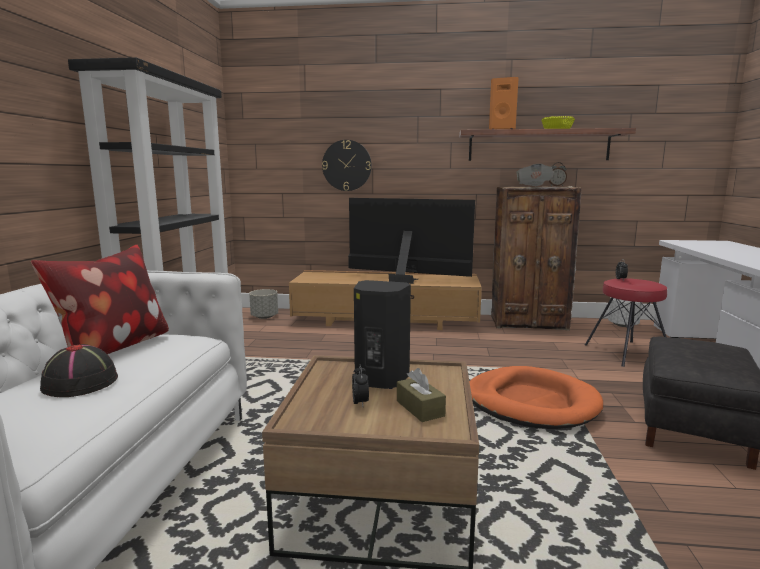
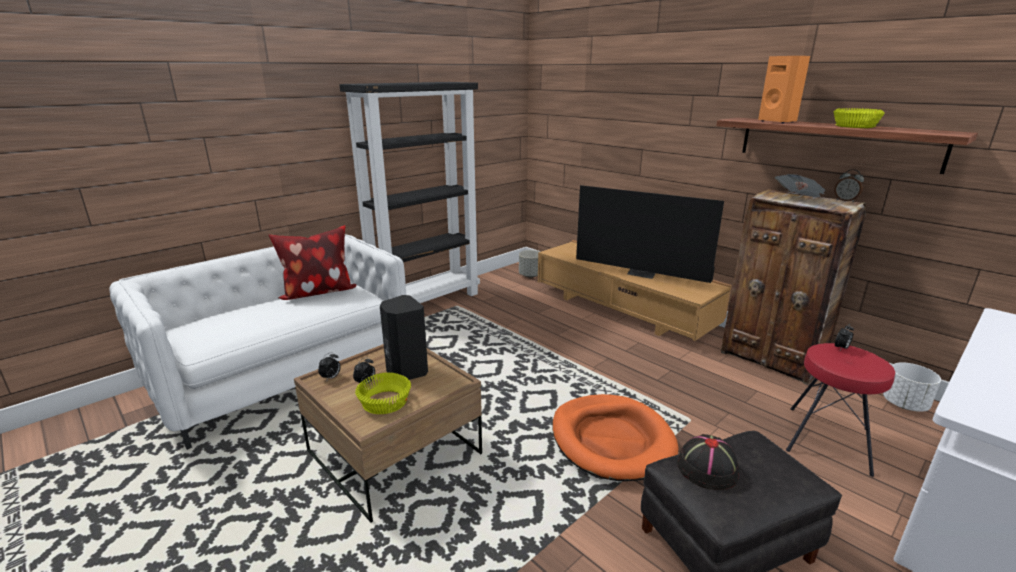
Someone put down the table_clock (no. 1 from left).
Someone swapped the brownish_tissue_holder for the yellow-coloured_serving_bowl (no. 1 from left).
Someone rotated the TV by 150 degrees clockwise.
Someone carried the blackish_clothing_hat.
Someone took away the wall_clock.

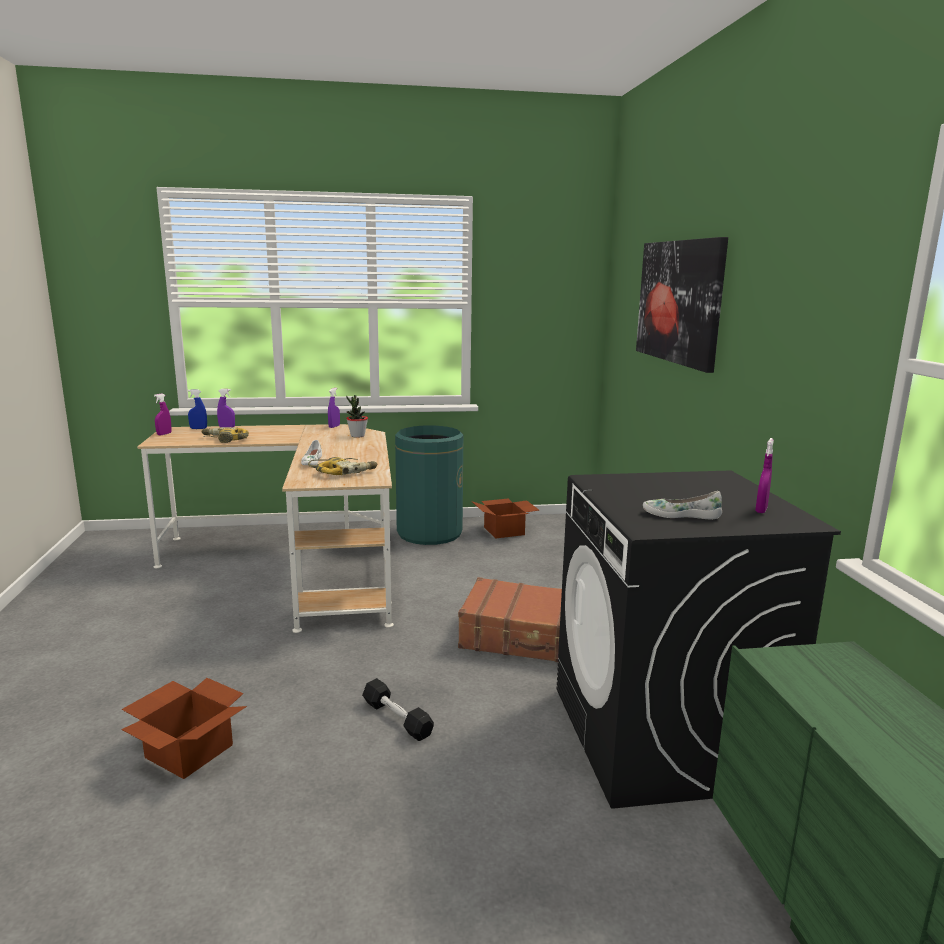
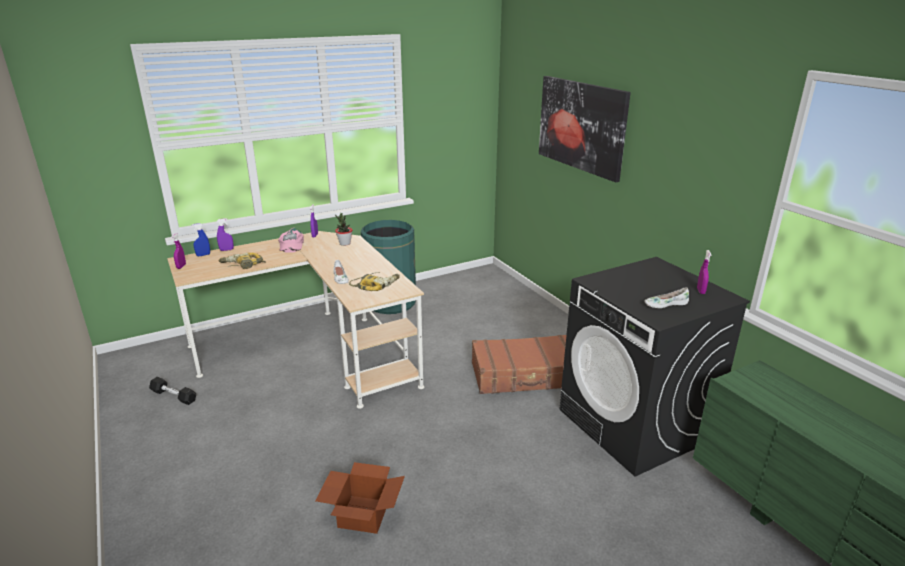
Someone carried the blackish_dumbbell.
Someone put down the pink-coloured_cap.
Someone took away the carton (no. 2 from left).

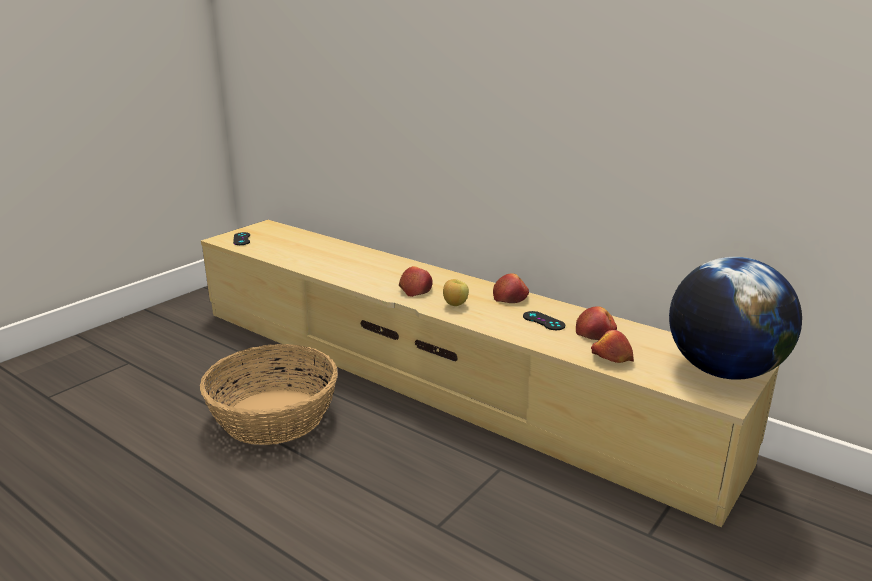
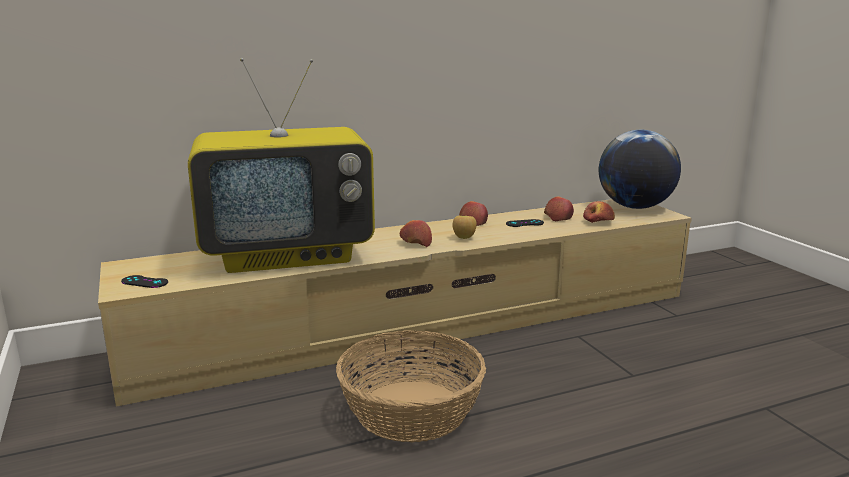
Someone put down the TV.

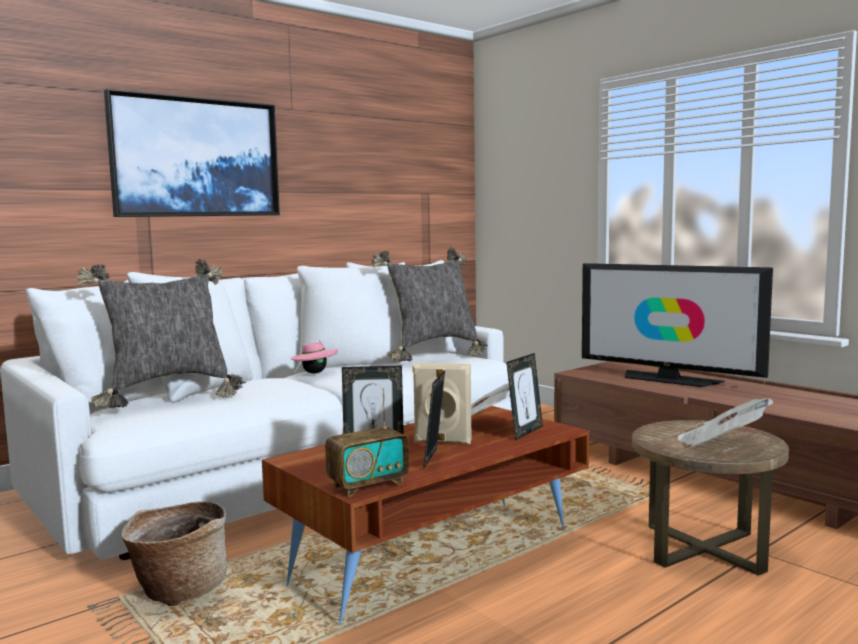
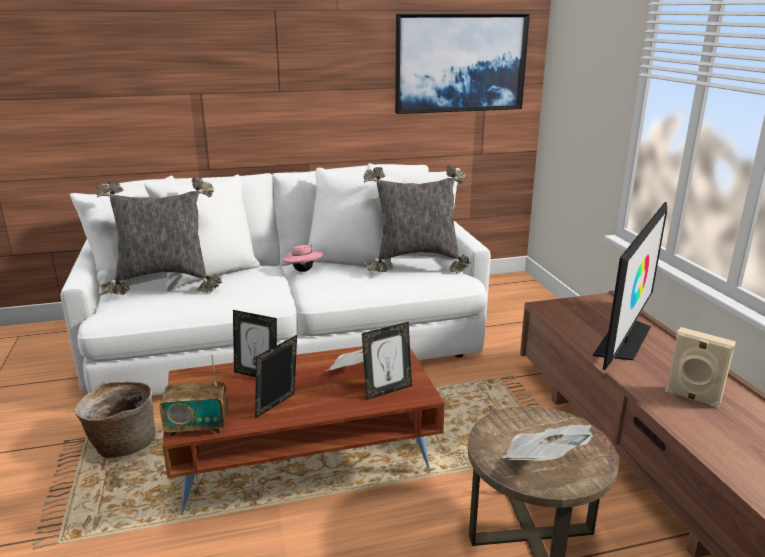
Someone carried the picture.
Someone rotated the TV by 120 degrees counterclockwise.
Someone carried the beige_audio_speaker.

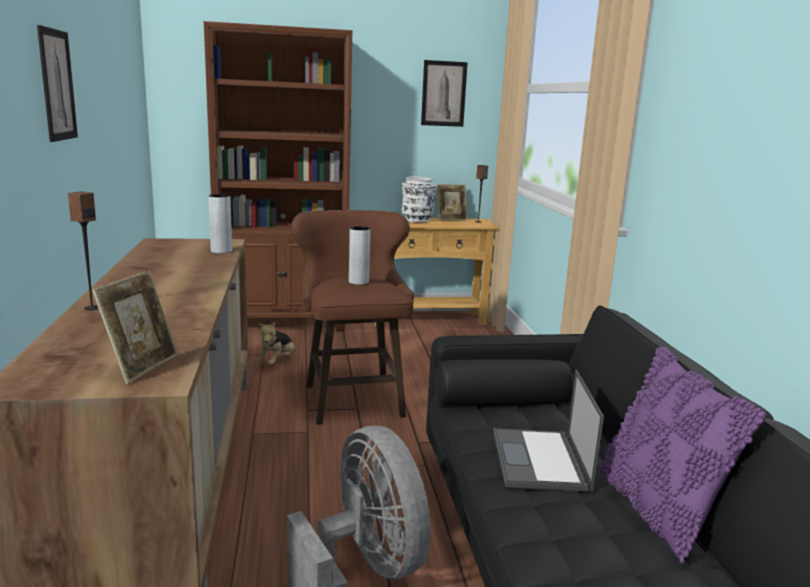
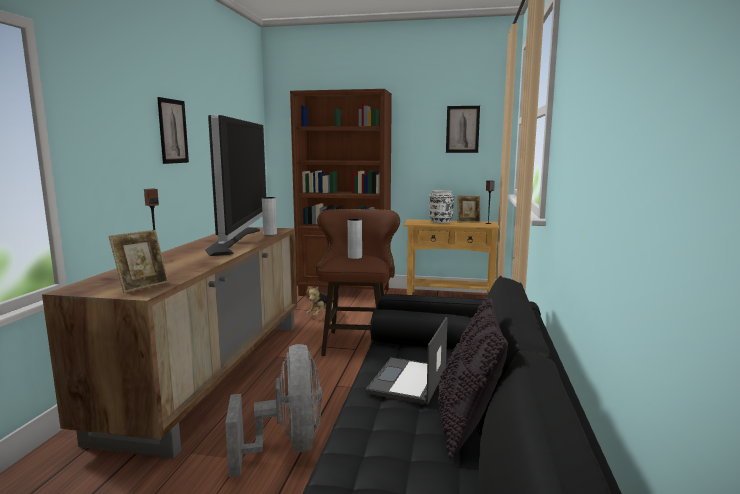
Someone put down the TV.
Someone repainted the purple-coloured_throw_pillow, which became the blackish_throw_pillow.

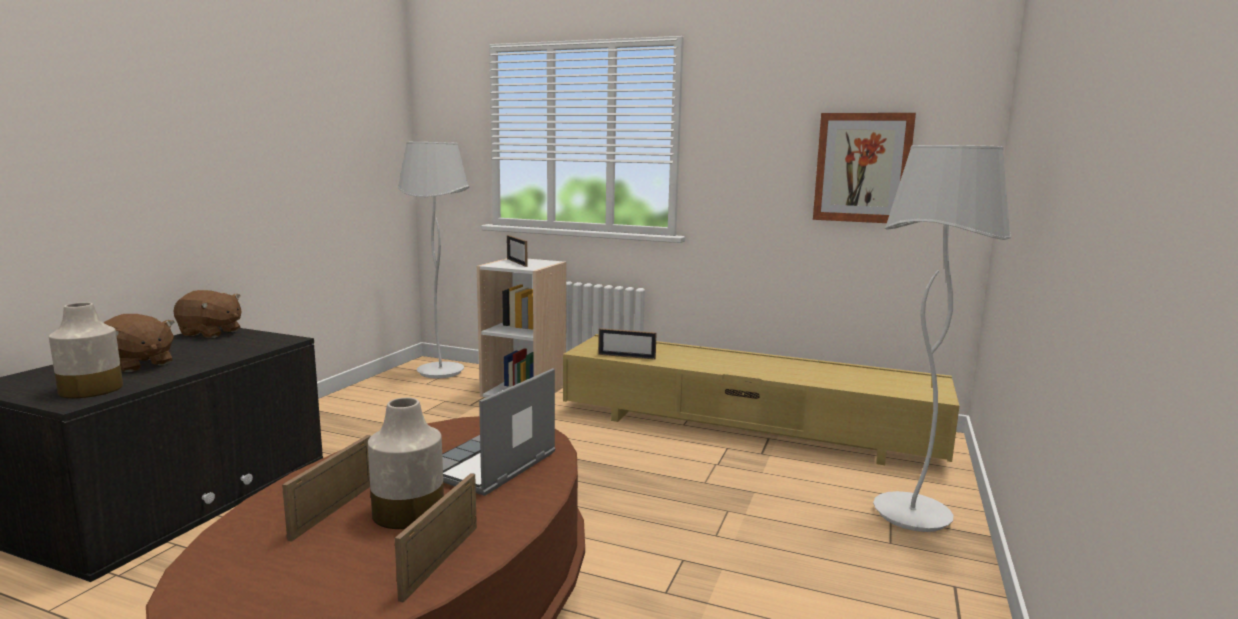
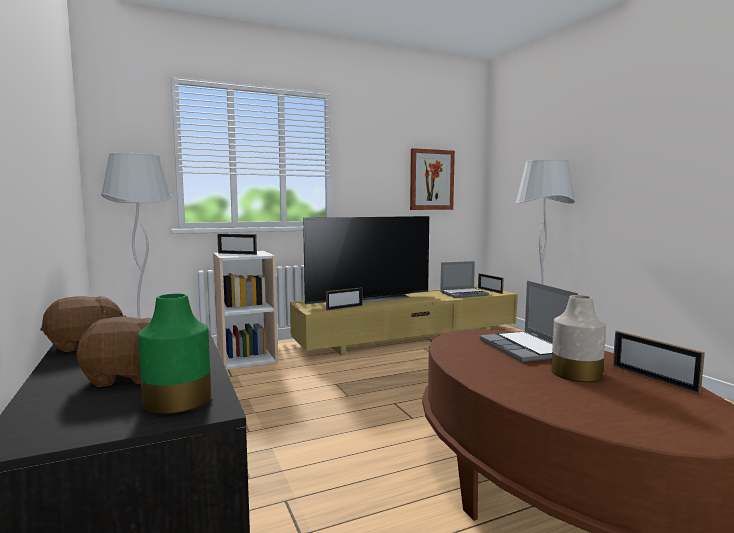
Someone repainted the beige_decorative_vase (no. 1 from left), which became the greenish_decorative_vase.
Someone put down the TV.
Someone put down the notebook_computer (no. 1 from left).
Someone carried the standing_frame (no. 1 from left in the first image).

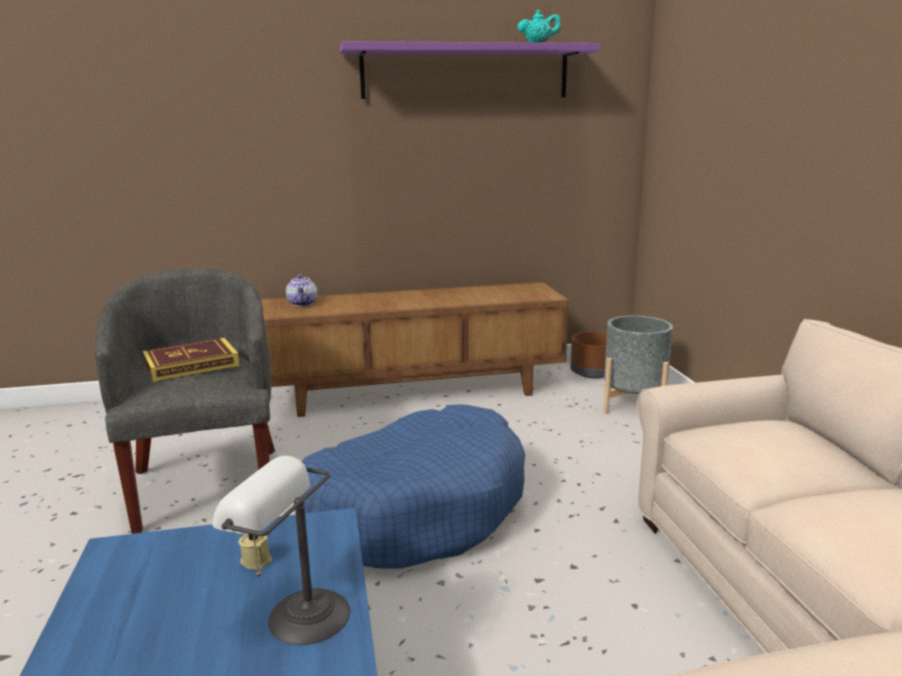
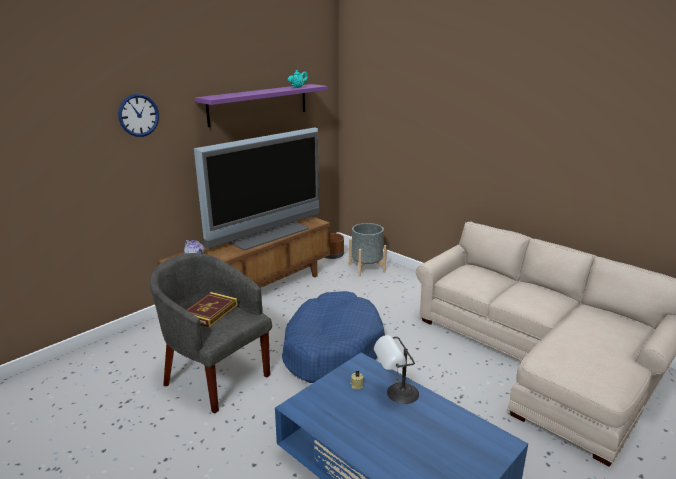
Someone put up the wall_clock.
Someone put down the TV.

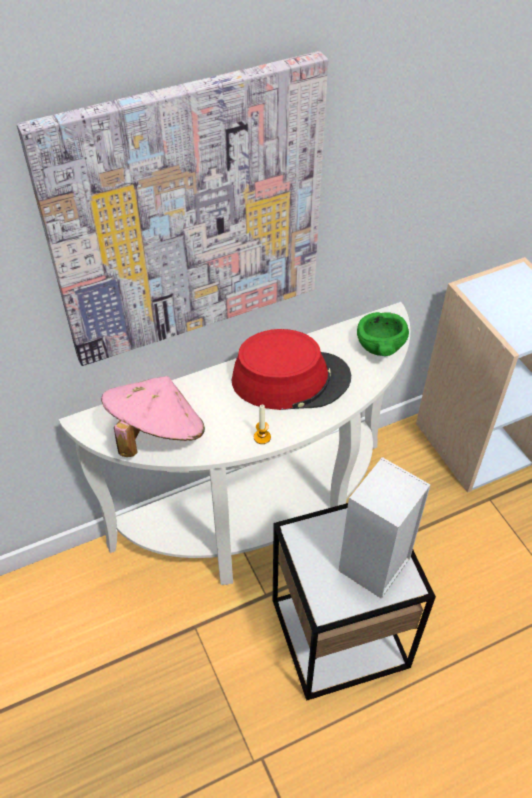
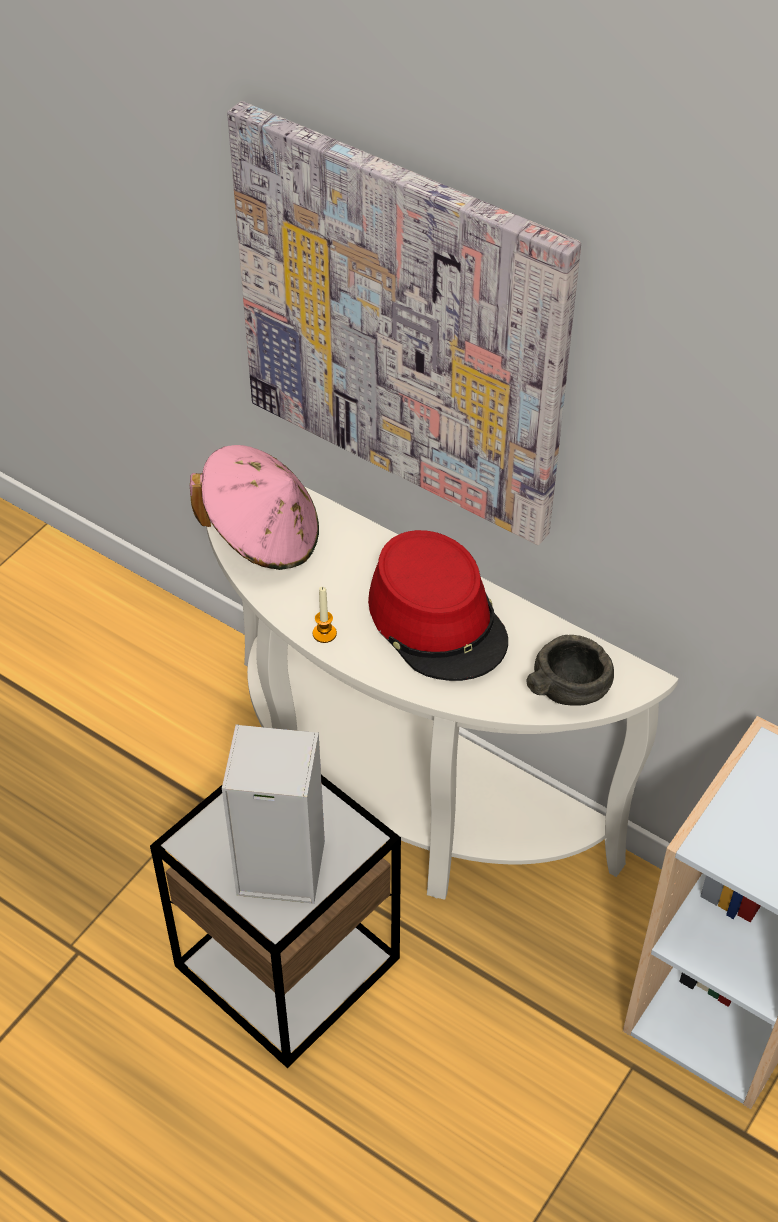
Someone repainted the greenish_serving_bowl, which became the grey_serving_bowl.

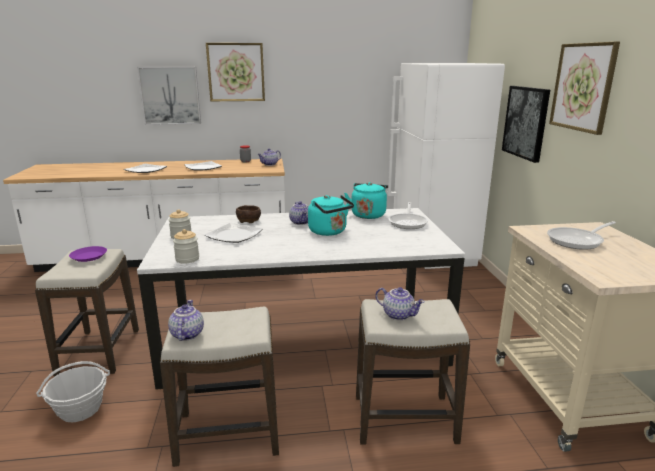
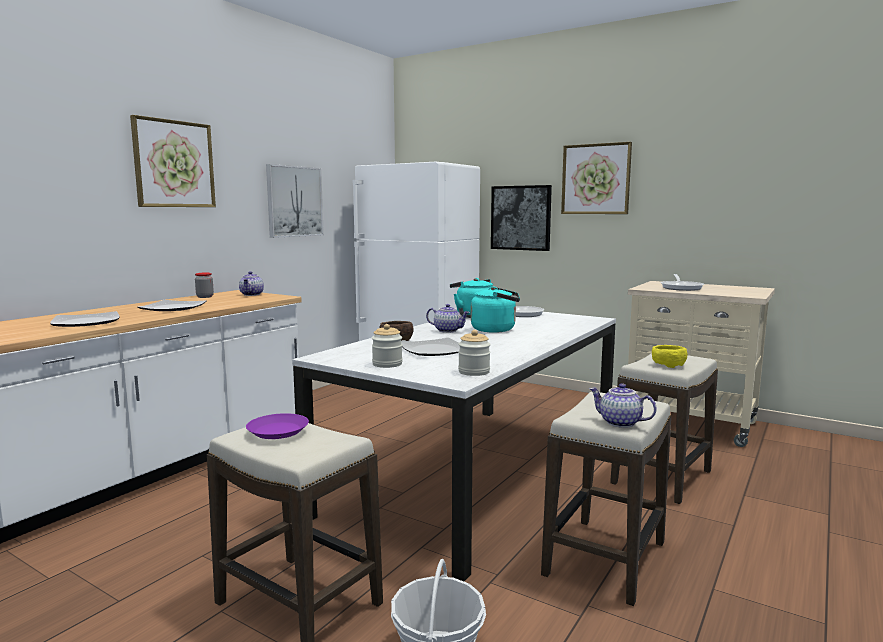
Someone carried the picture (no. 1 from left in the first image).
Someone swapped the pot_for_tea (no. 4 from left) for the yellow-coloured_serving_bowl.

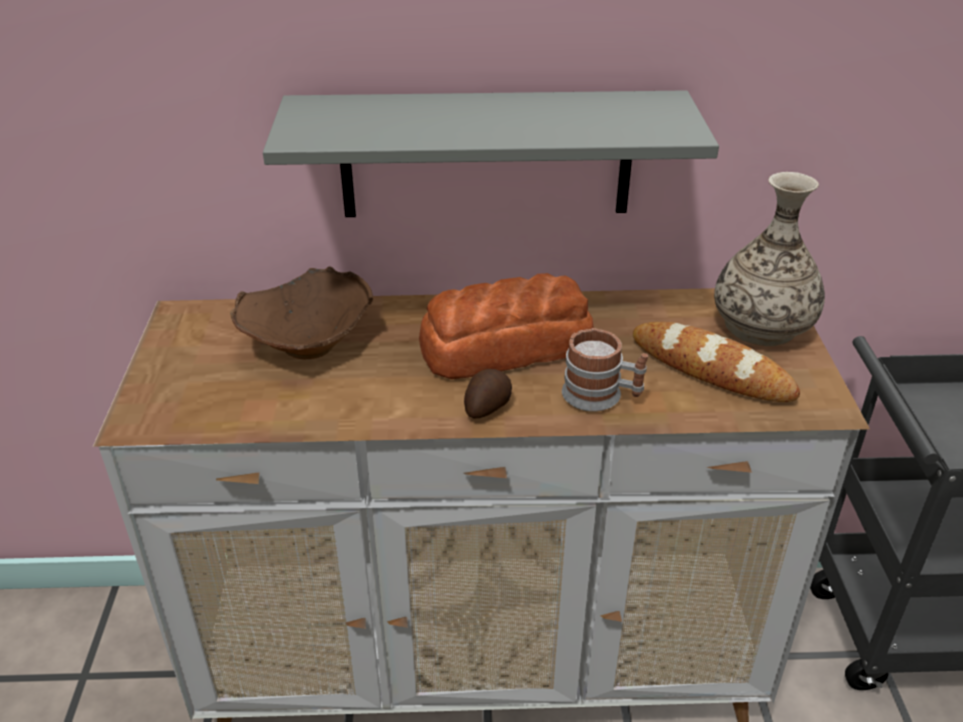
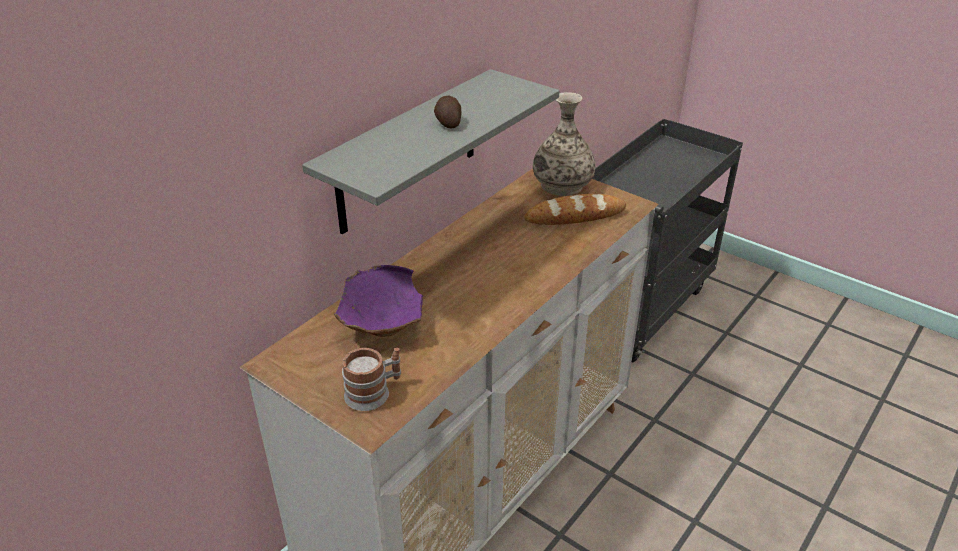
Someone repainted the brownish_serving_bowl, which became the purple-coloured_serving_bowl.
Someone carried the tea_mug.
Someone carried the spud.
Someone took away the bakery_bread (no. 1 from left).

